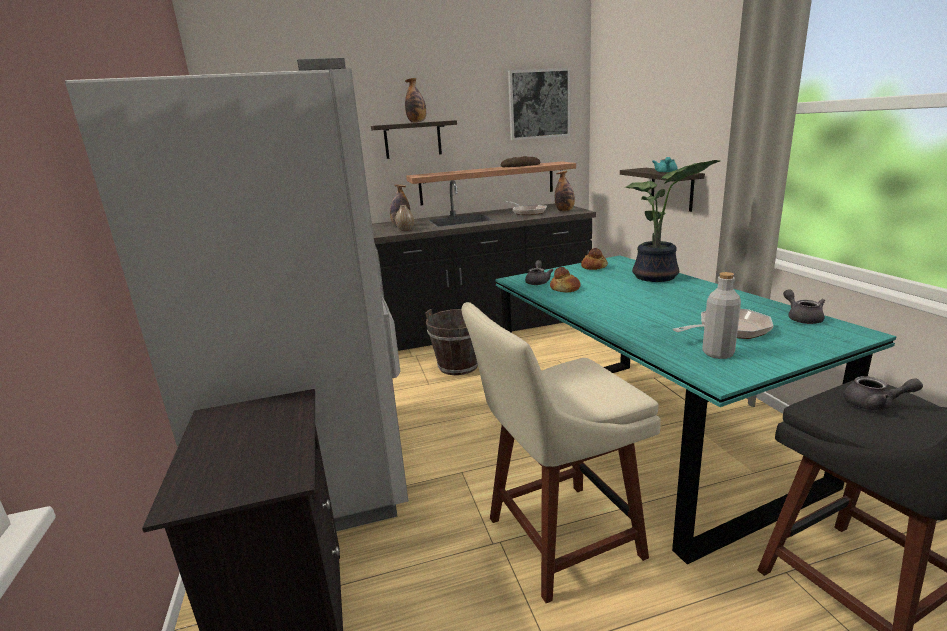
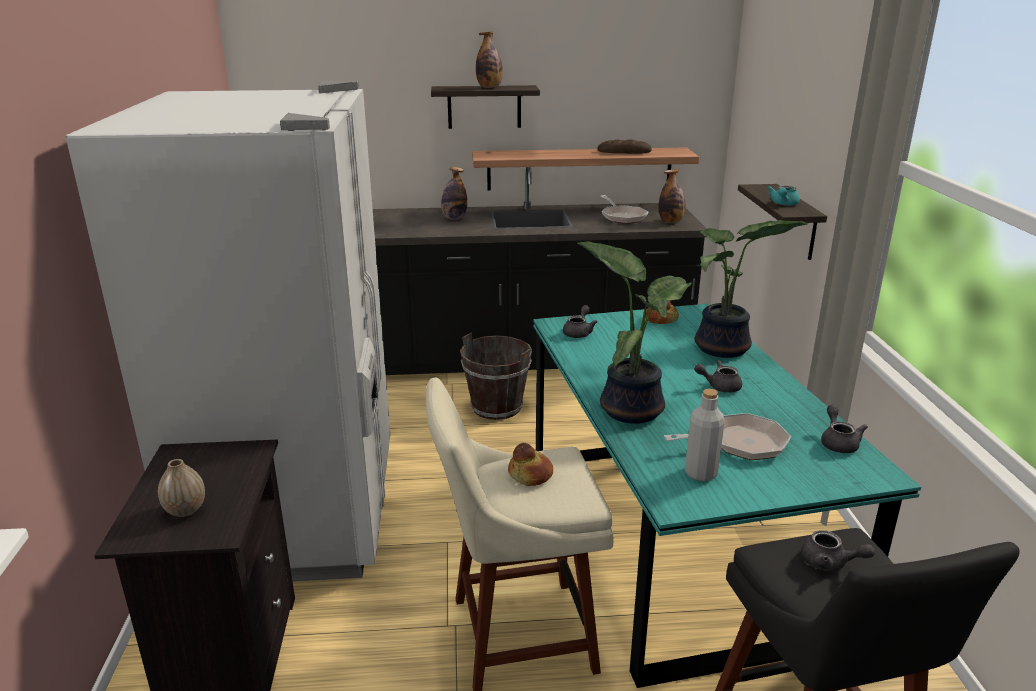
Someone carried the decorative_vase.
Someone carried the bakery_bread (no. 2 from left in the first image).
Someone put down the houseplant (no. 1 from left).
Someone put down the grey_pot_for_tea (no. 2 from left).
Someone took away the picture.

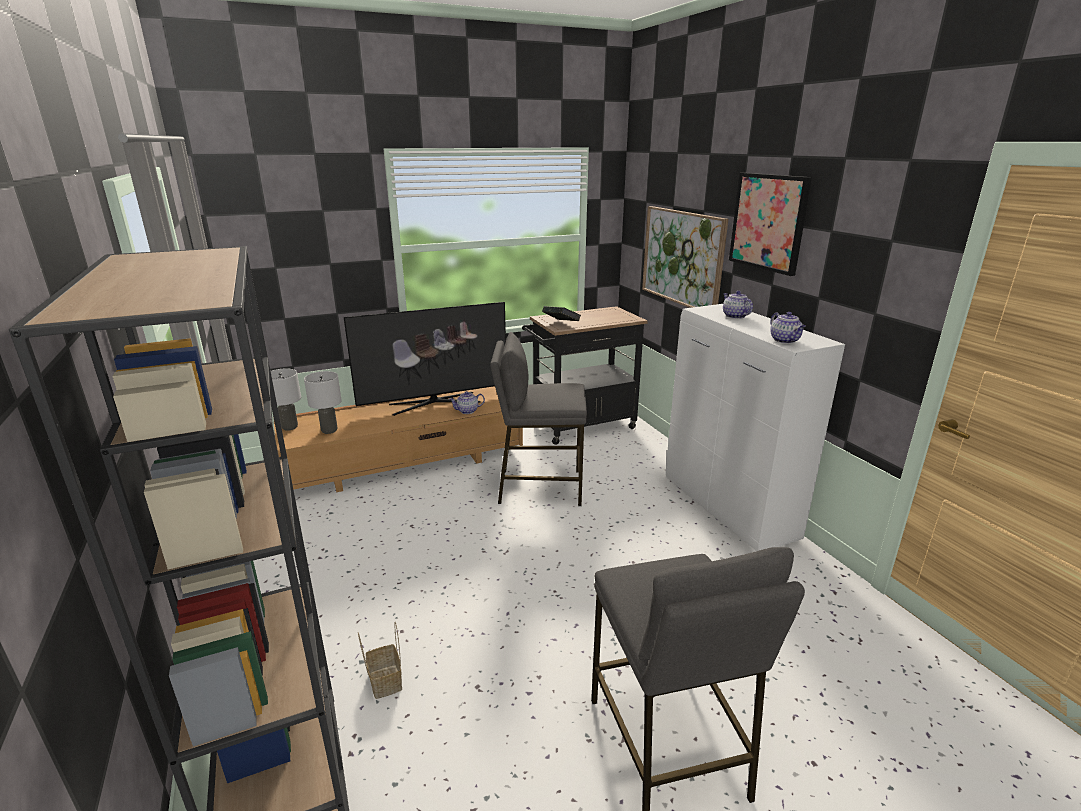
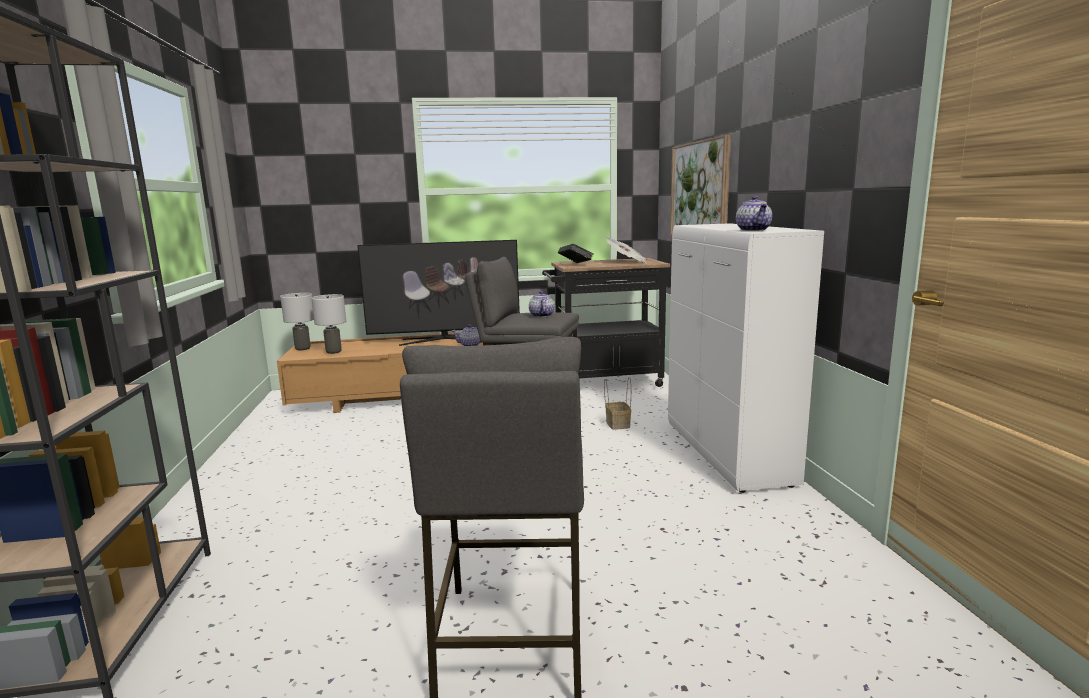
Someone carried the pot_for_tea (no. 2 from left).
Someone carried the household_basket.
Someone put down the printed_paper.
Someone took away the picture (no. 2 from left).

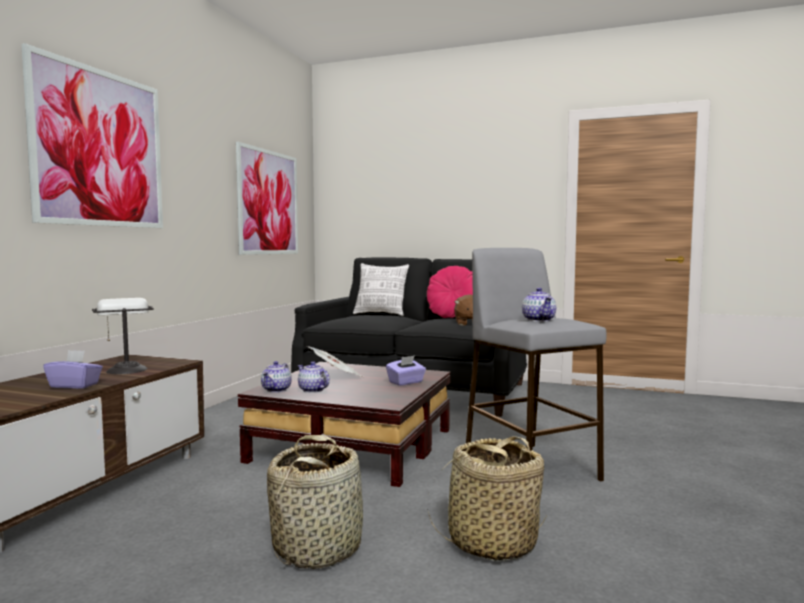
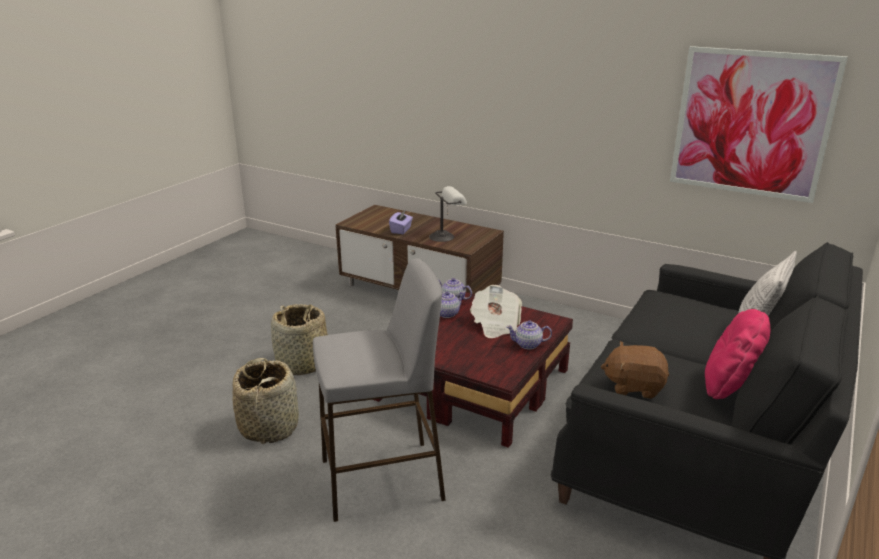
Someone carried the pot_for_tea (no. 3 from left).
Someone took away the picture (no. 1 from left).
Someone took away the purple-coloured_tissue_holder (no. 2 from left).

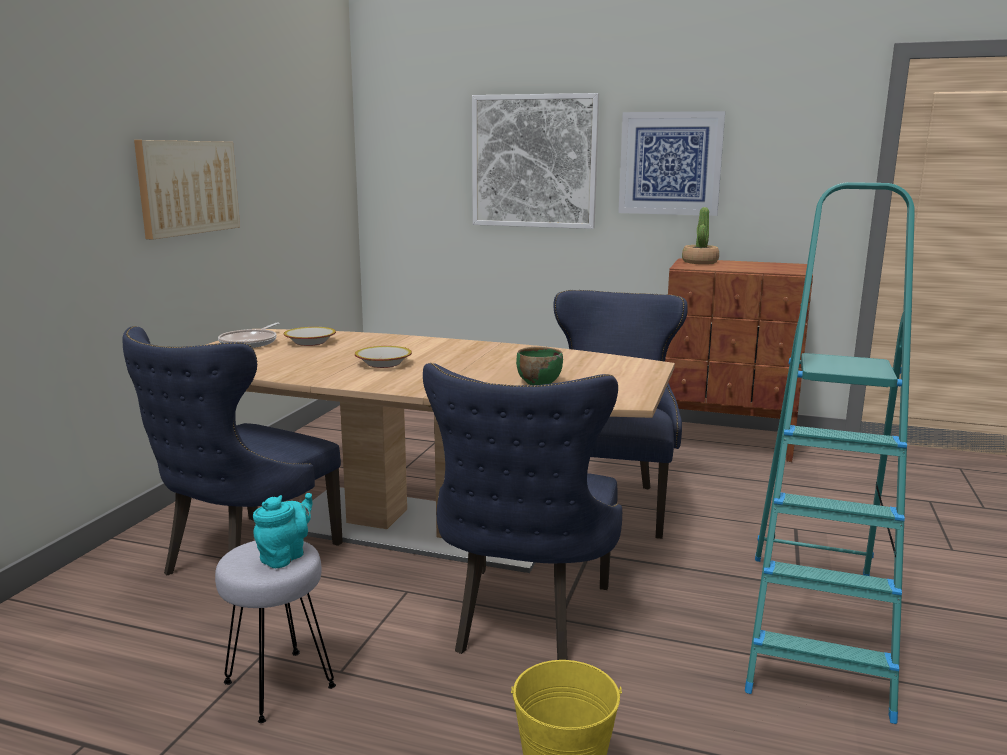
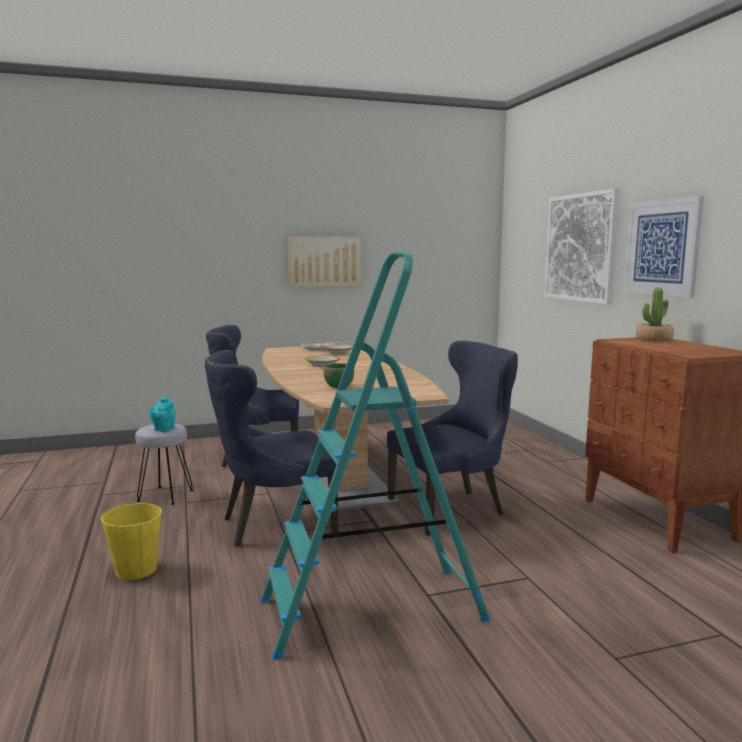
Someone rotated the turquoise_pot_for_tea by 105 degrees clockwise.

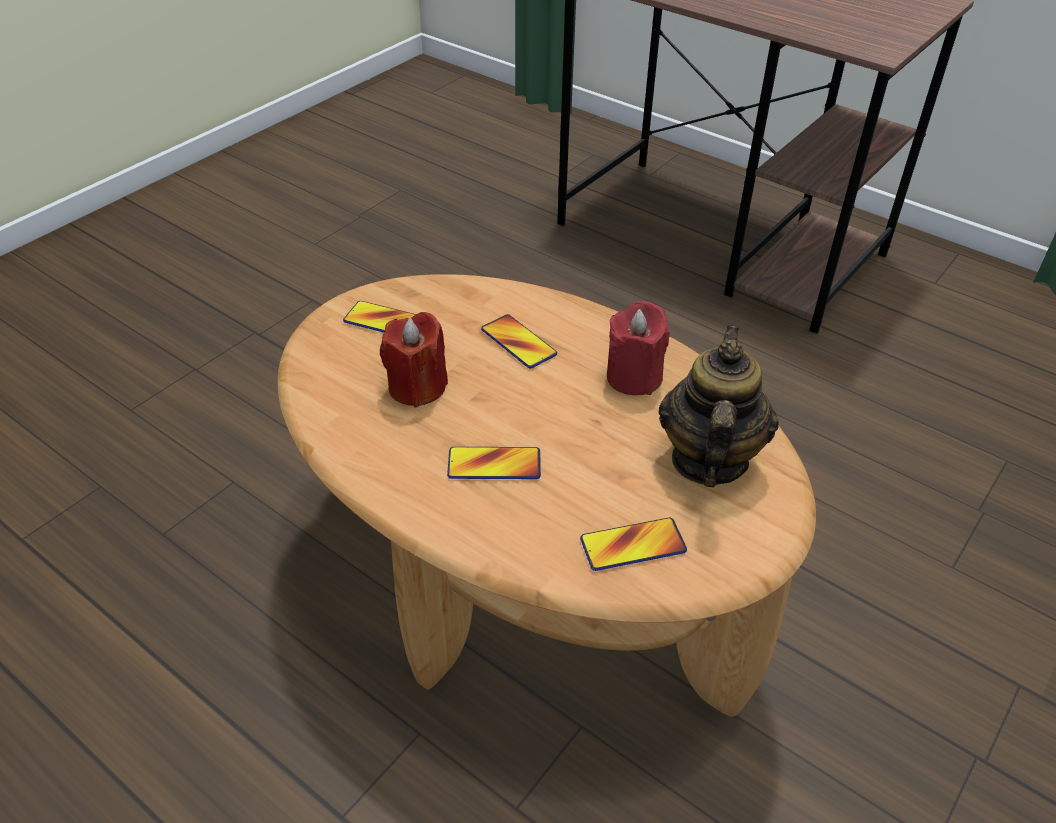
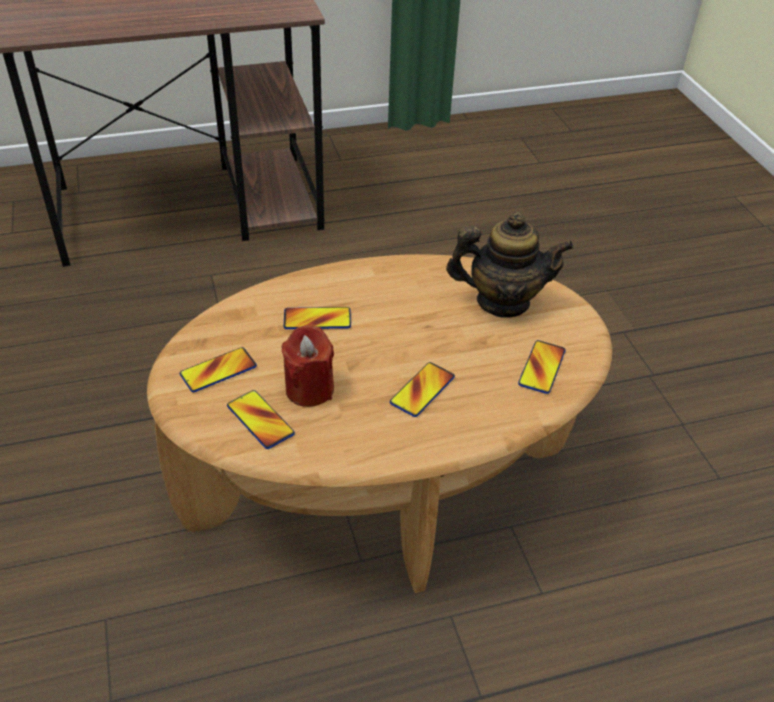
Someone put down the phone (no. 2 from left).
Someone rotated the pot_for_tea by 135 degrees clockwise.
Someone took away the reddish_wax_light (no. 2 from left).

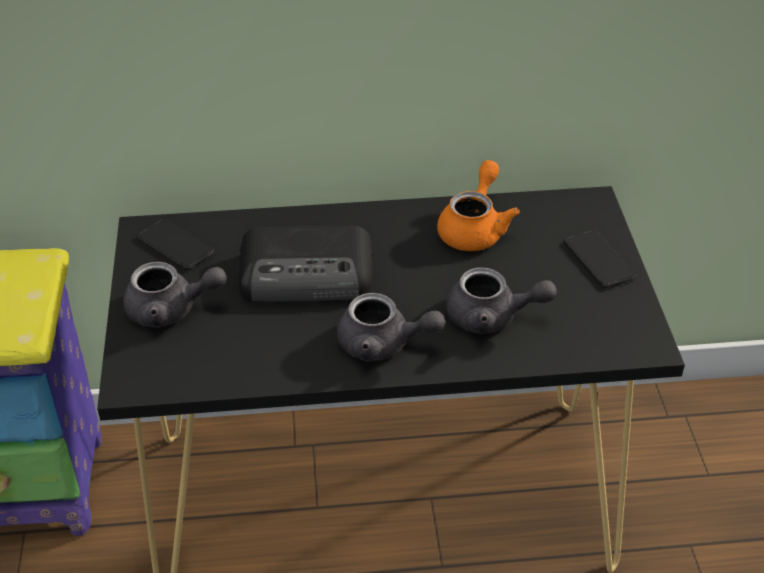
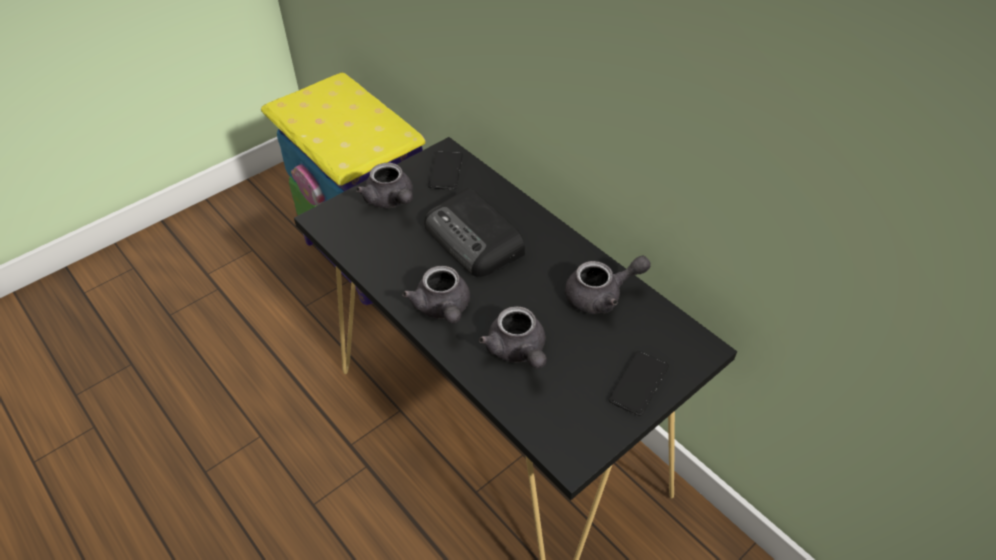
Someone repainted the orange-coloured_pot_for_tea, which became the grey_pot_for_tea (no. 4 from left).

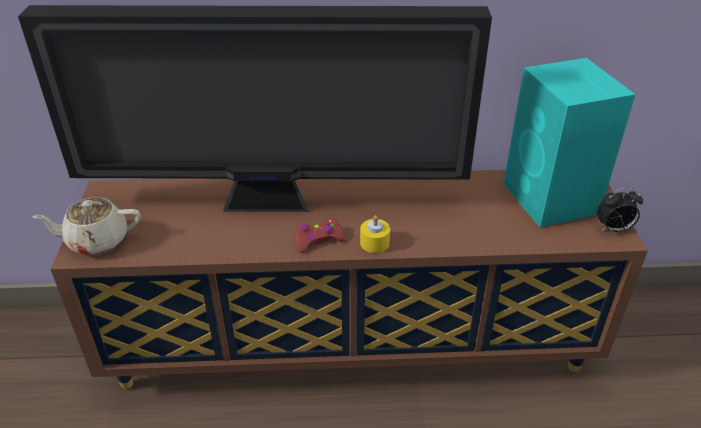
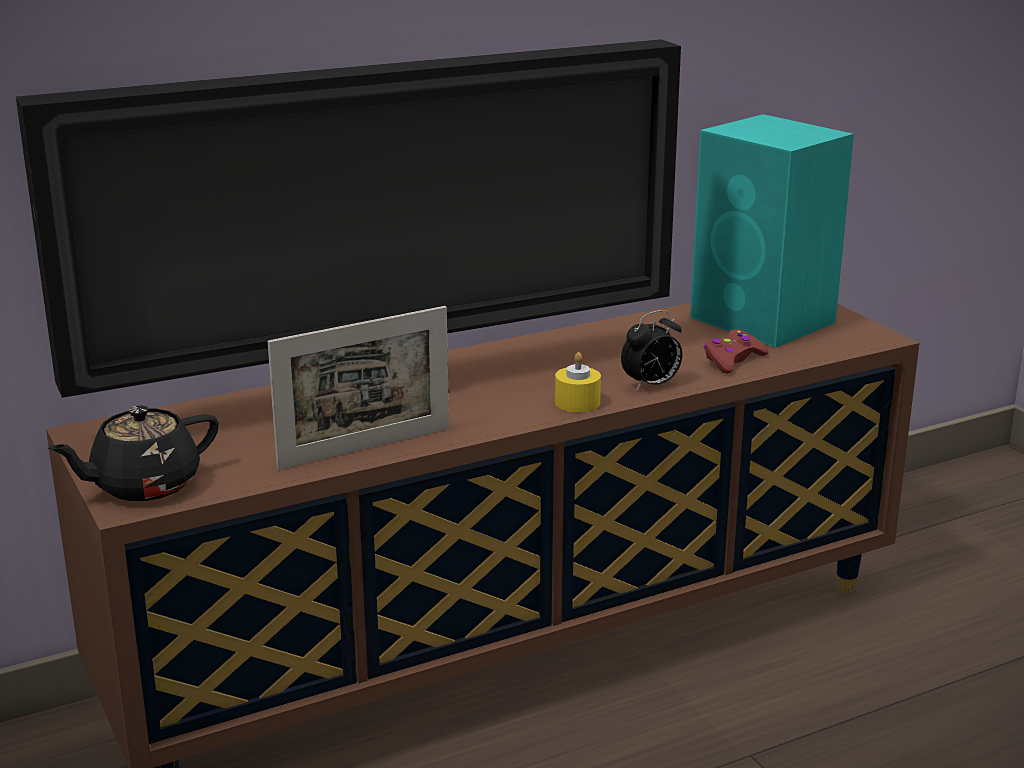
Someone repainted the beige_pot_for_tea, which became the blackish_pot_for_tea.
Someone put down the standing_frame.
Someone carried the table_clock.
Someone carried the reddish_joypad.

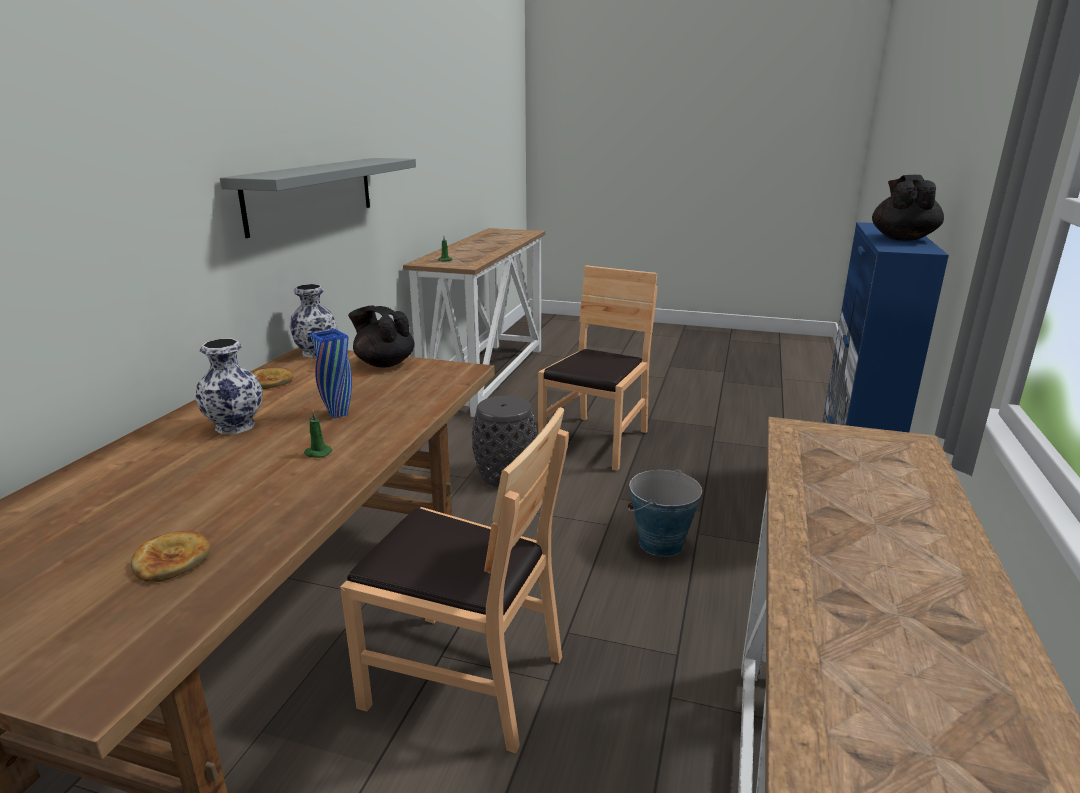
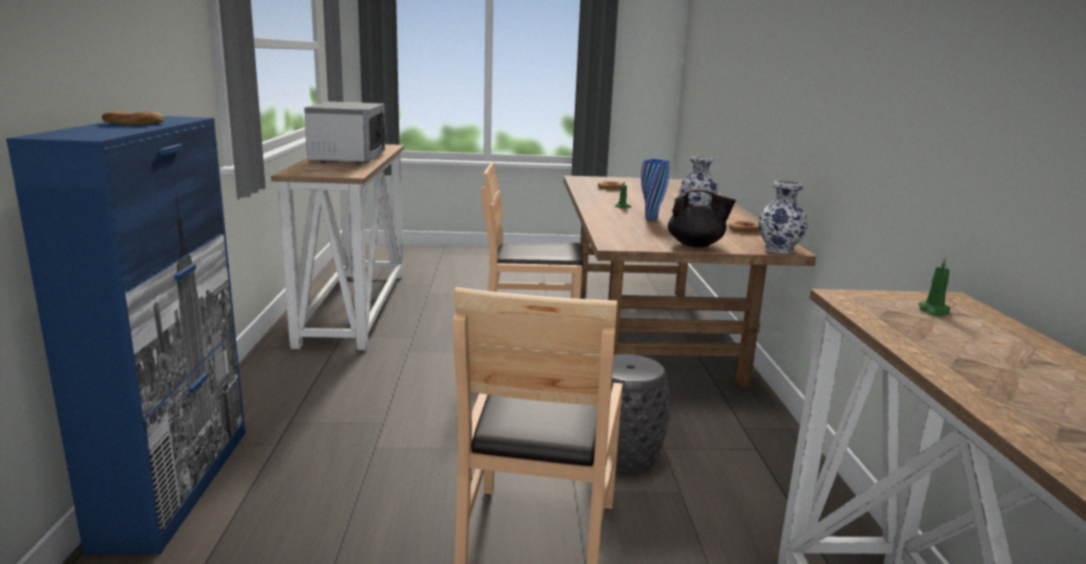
Someone swapped the blackish_pot_for_tea (no. 2 from left) for the bakery_bread (no. 1 from left).
Someone put down the kitchen_microwave.
Someone took away the grey_bracket_shelf.
Someone took away the pail.

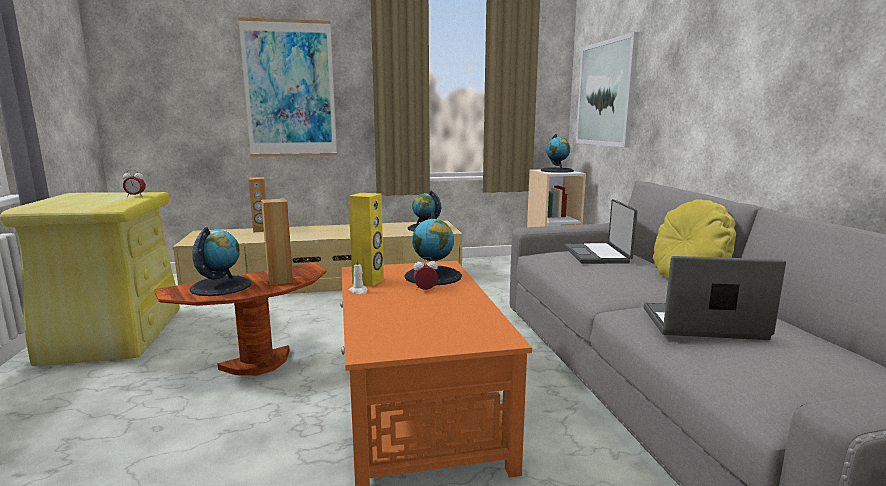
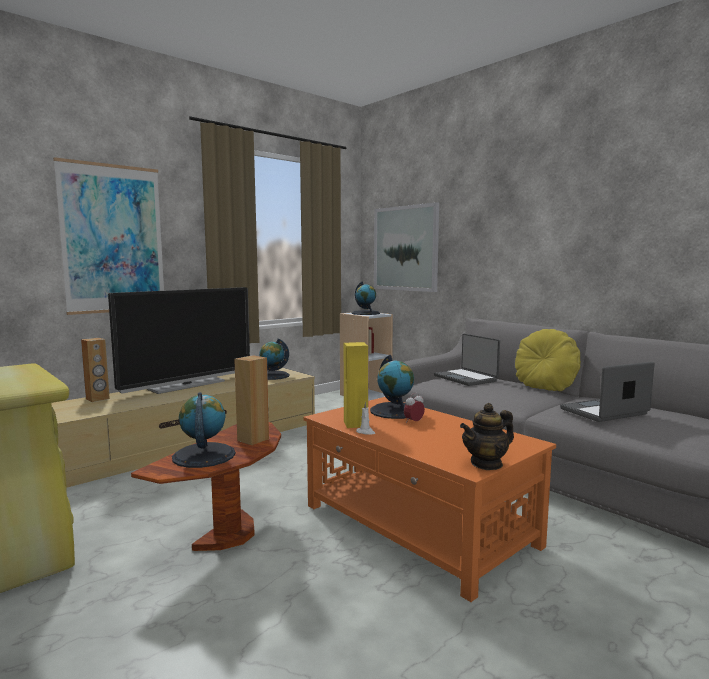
Someone put down the TV.
Someone put down the pot_for_tea.
Someone took away the table_clock (no. 1 from left).

